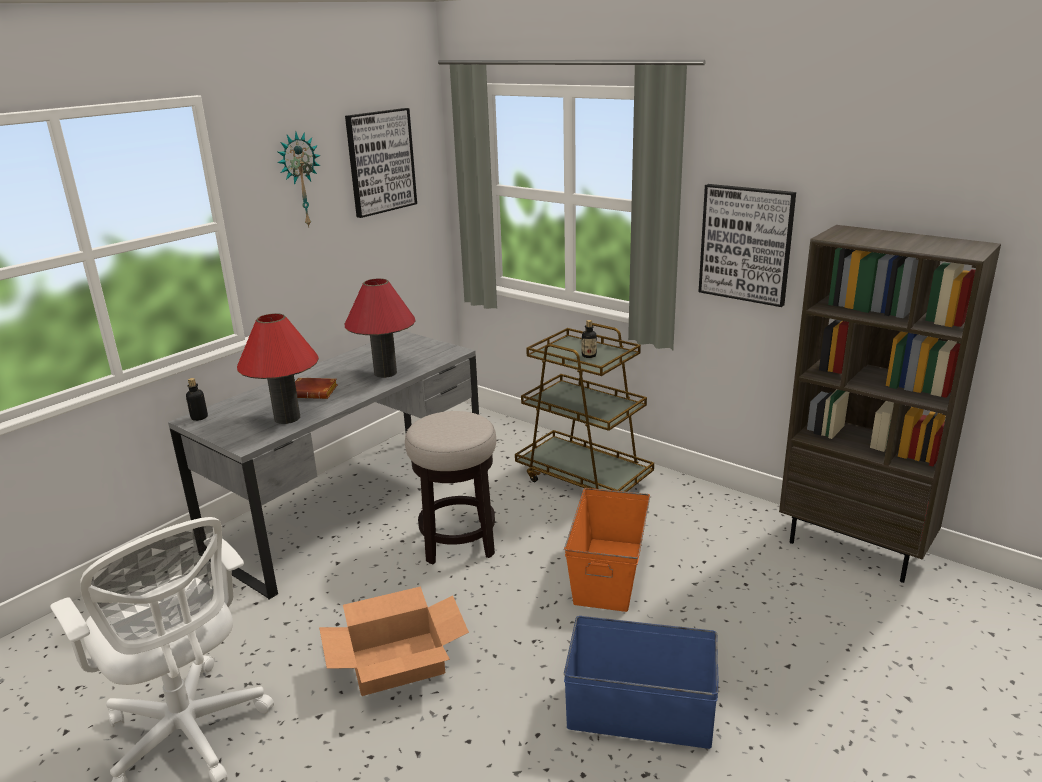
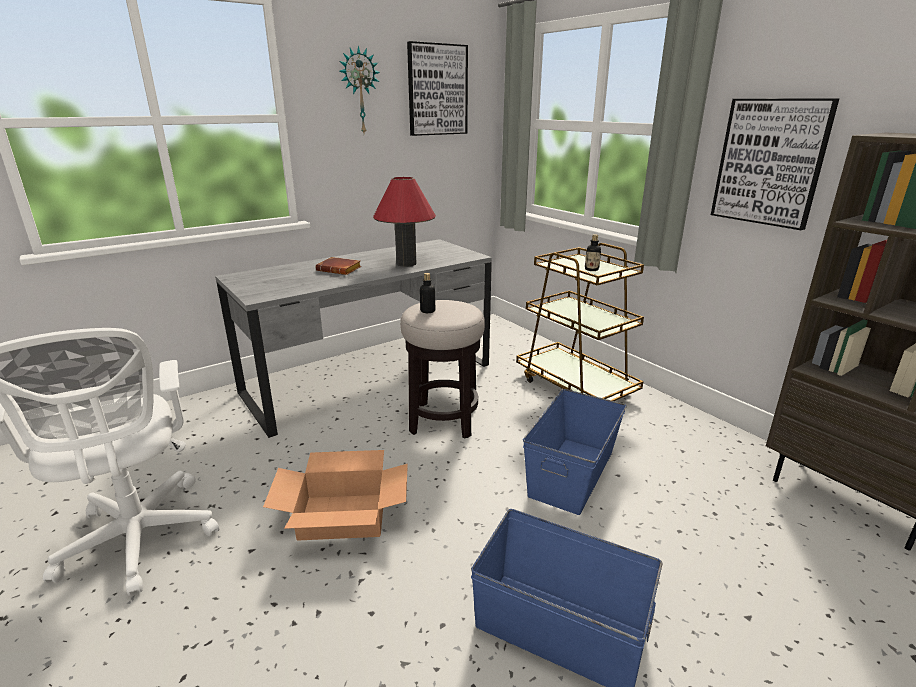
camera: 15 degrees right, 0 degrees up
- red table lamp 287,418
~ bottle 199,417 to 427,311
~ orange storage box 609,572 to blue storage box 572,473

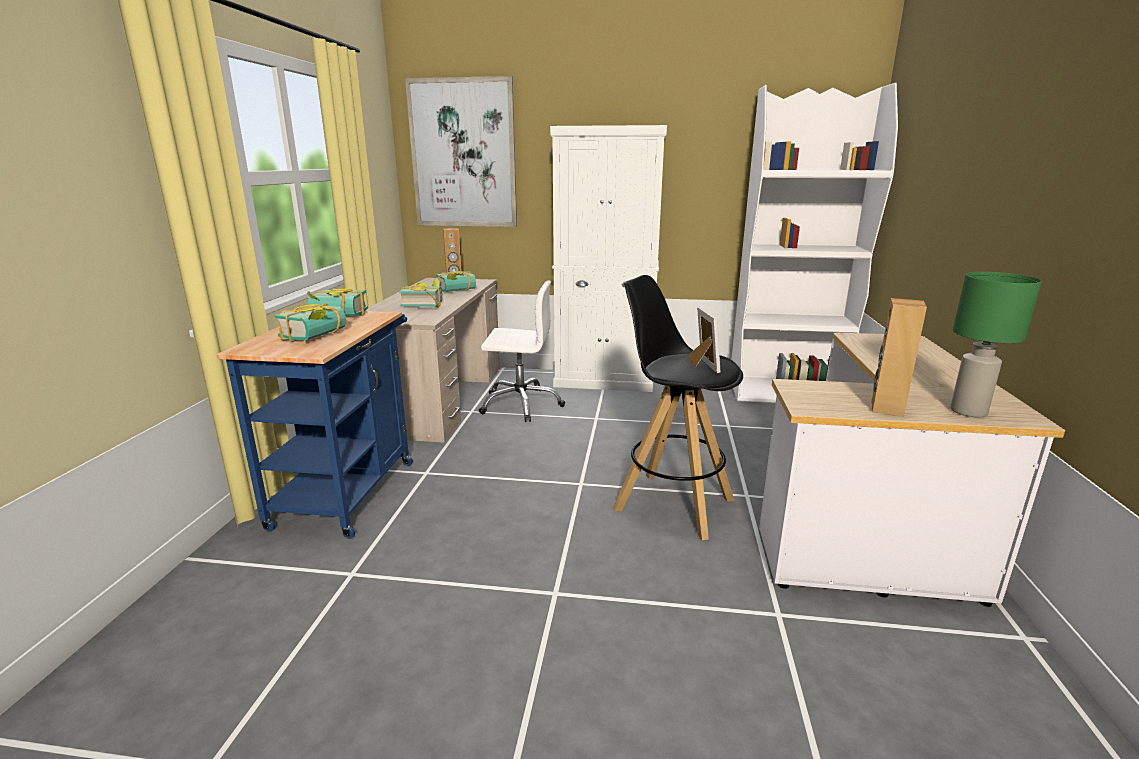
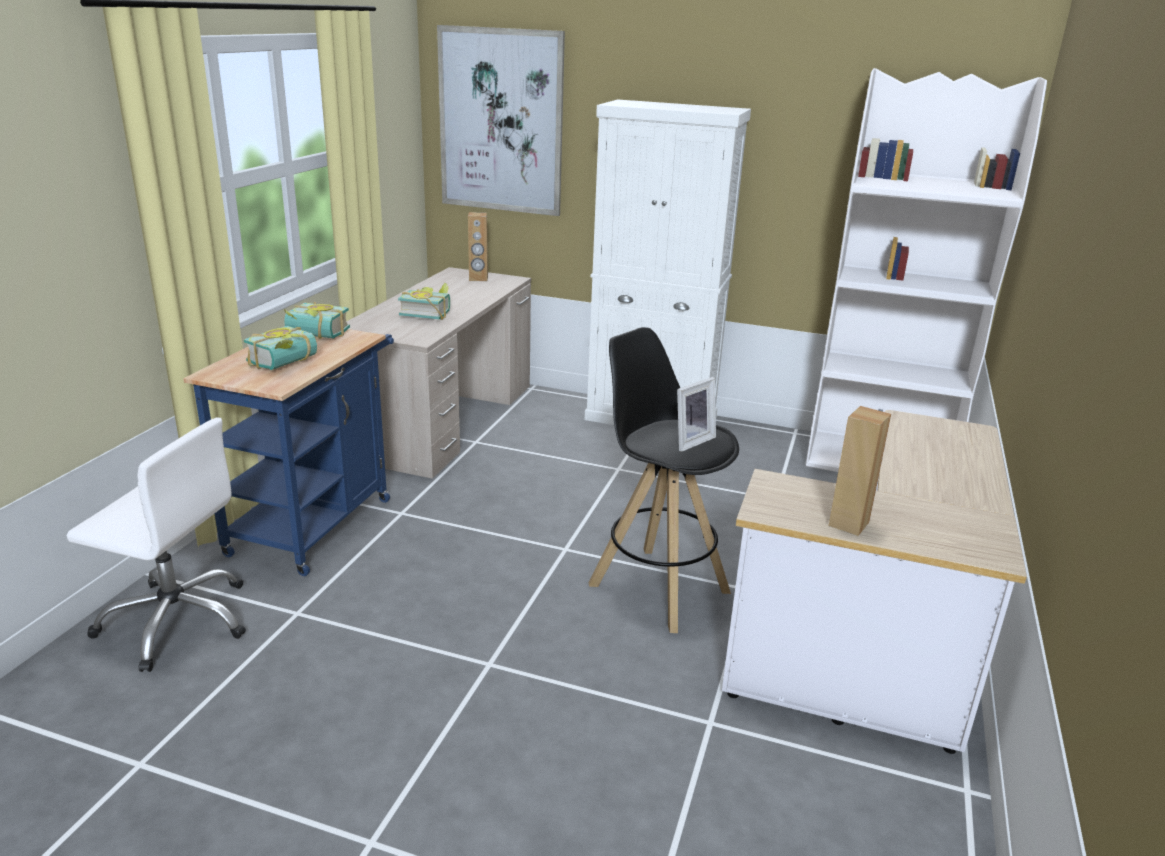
camera: 10 degrees right, 5 degrees up
- book 458,291
- green table lamp 968,411
~ white office chair 521,404 to 176,620
~ picture frame 702,366 = 690,441 45 degrees clockwise

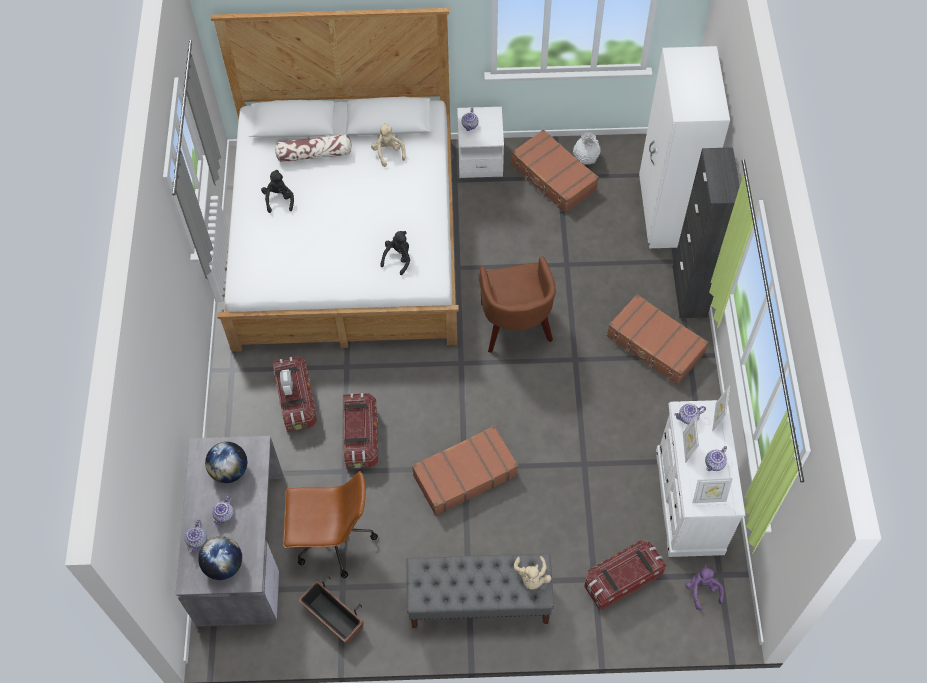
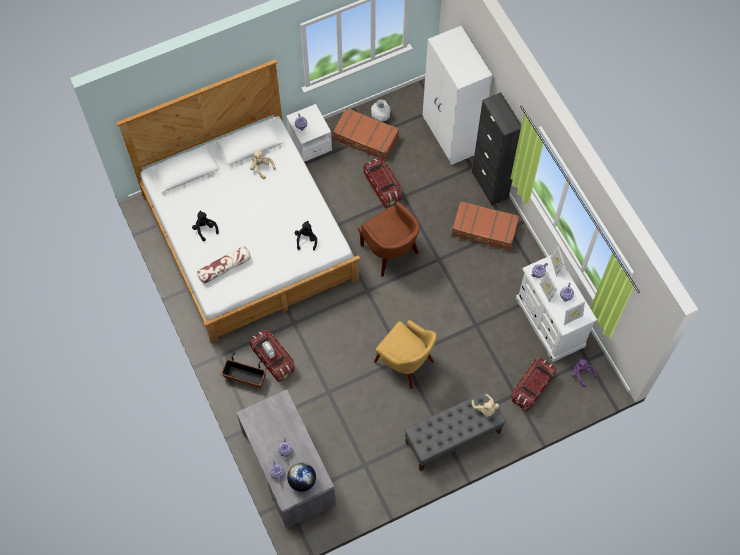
camera: 25 degrees left, 5 degrees up
- globe 230,470
- brown office chair 332,540
~ pillow 314,154 to 224,267
~ planter 334,617 to 245,377
~ storage box 361,437 to 383,187
~ brown suitcase 464,475 to yellow armchair 405,362

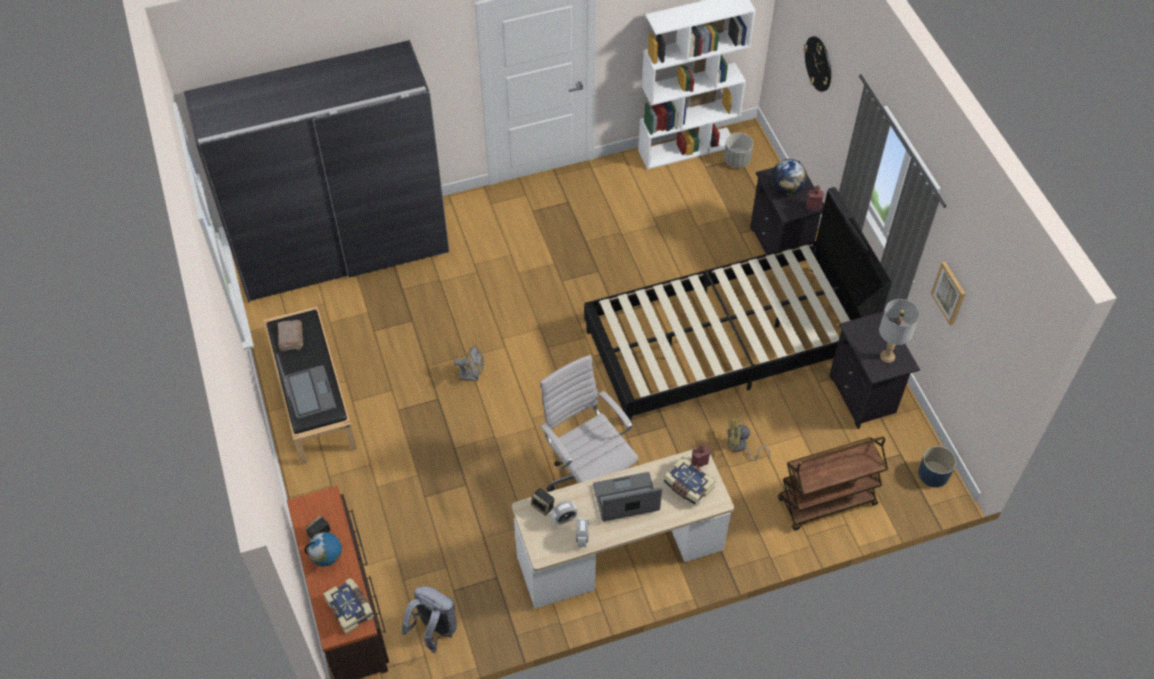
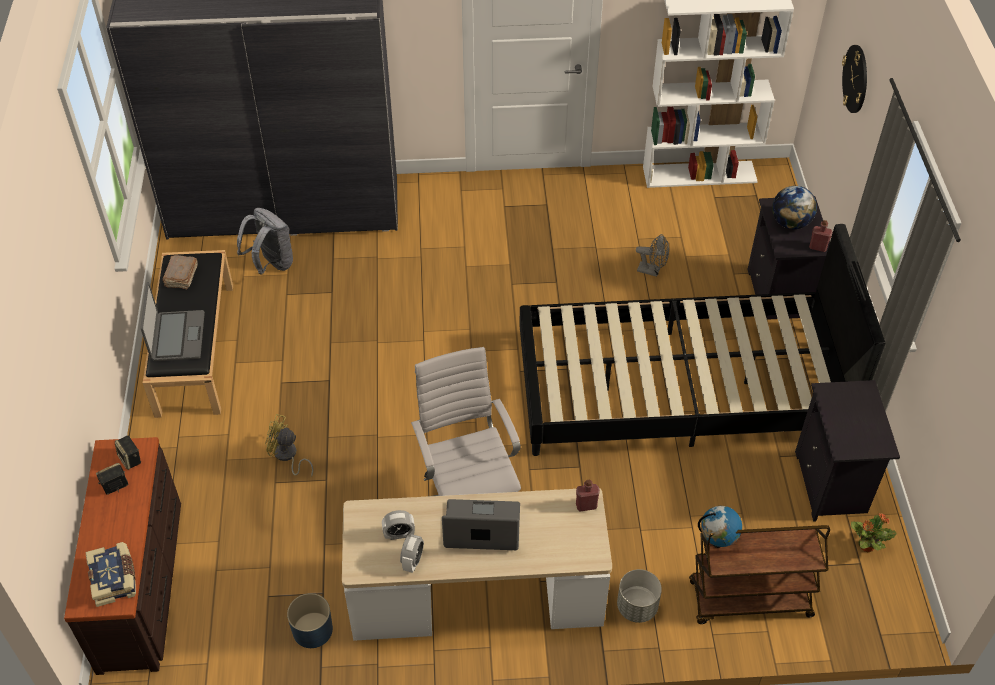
camera: 15 degrees right, 5 degrees down
- book 687,486
- grey table lamp 887,356
- picture 949,293
+ potted plant 866,546
~ globe 328,560 to 717,542
~ grey backpack 434,630 to 271,264
~ grey fan 472,376 to 652,271
~ speaker 543,506 to 131,459
~ grey planter 736,160 to 636,607
~ yellow fan 740,447 to 287,456
~ blue planter 933,474 to 313,630

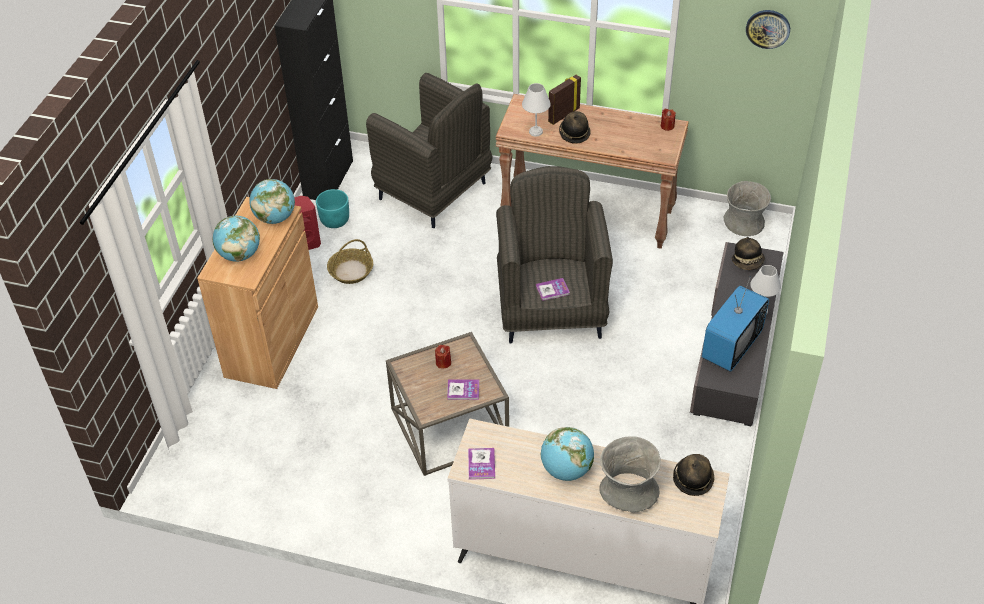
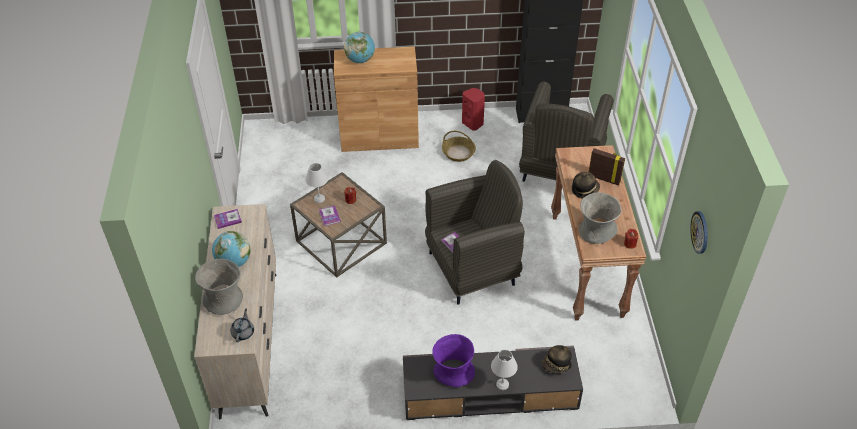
camera: 70 degrees right, 0 degrees up
- globe 275,218
- turquoise planter 335,220
~ white table lamp 536,131 to 319,199
~ grey vase 743,223 to 596,231
~ hat 693,479 to grey teapot 243,332
~ television 731,346 to purple vase 453,371

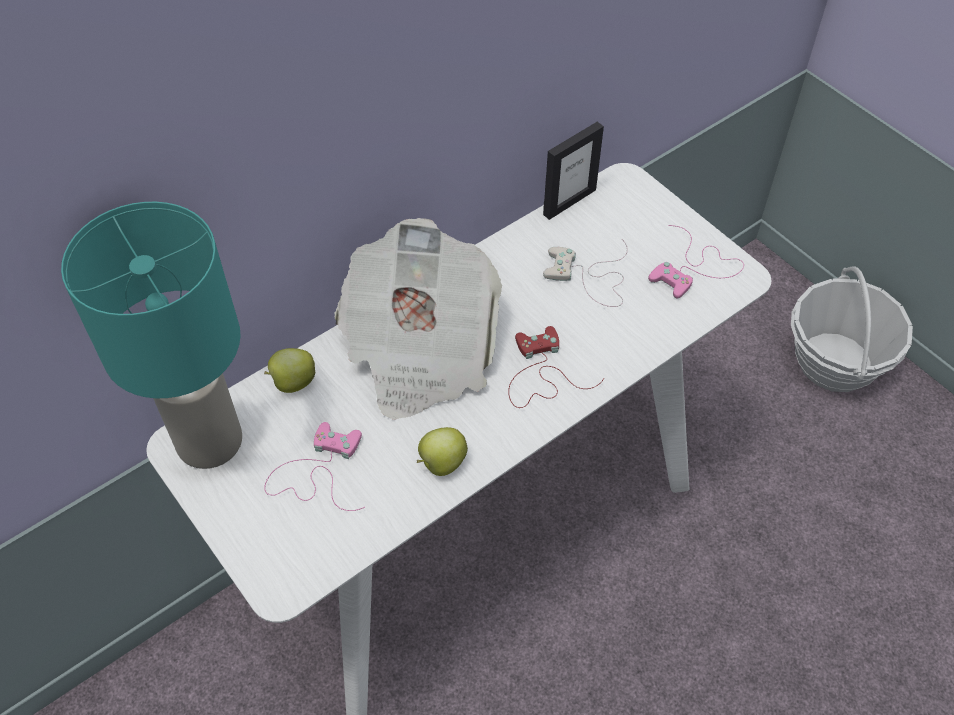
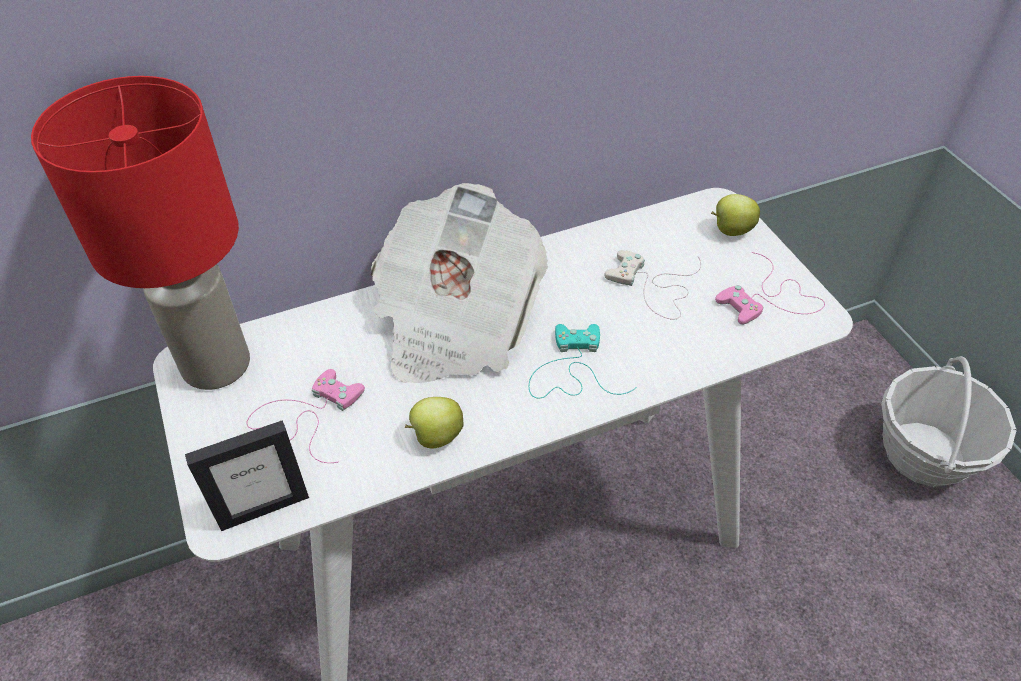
camera: 15 degrees right, 5 degrees down
~ apple 293,382 to 730,230
~ picture frame 569,202 to 264,508
~ turquoise table lamp 210,440 to red table lamp 217,363
~ red game controller 541,373 to turquoise game controller 571,369

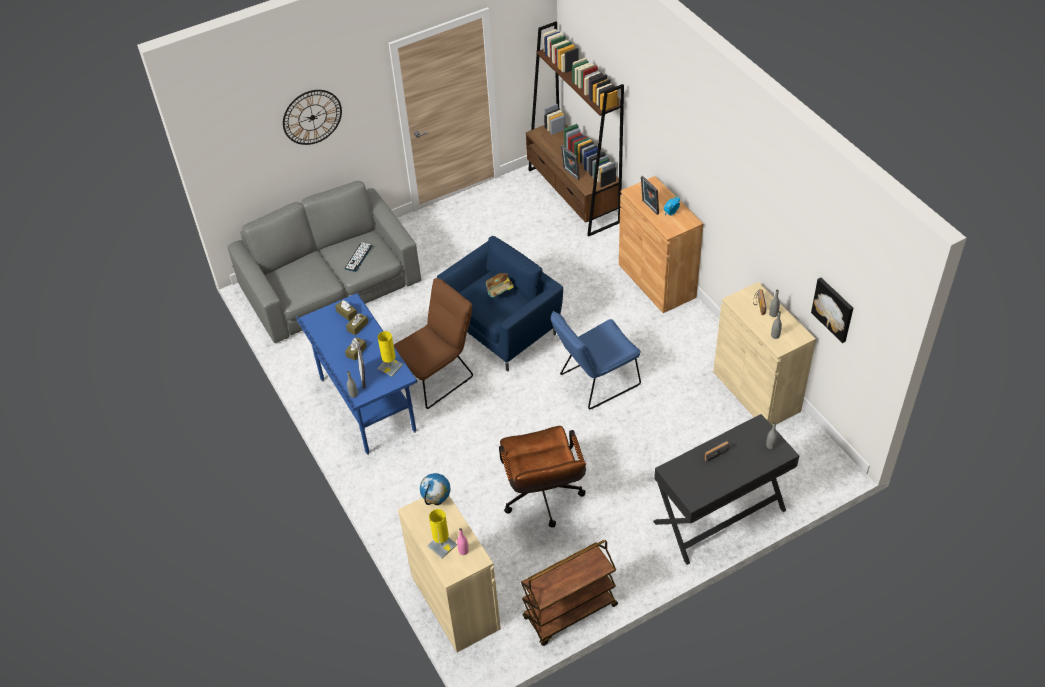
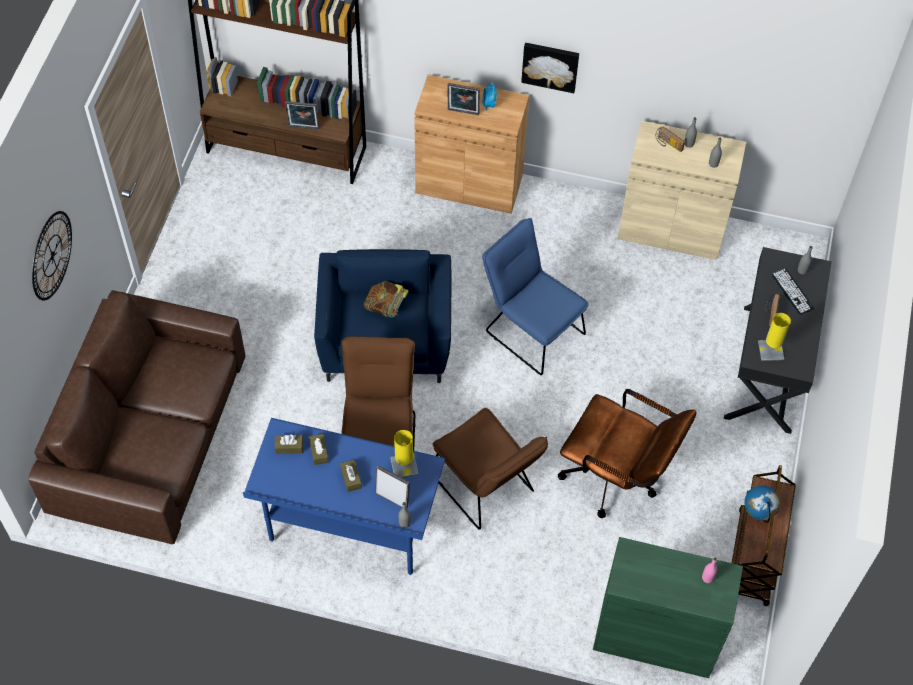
camera: 50 degrees left, 10 degrees up
+ brown chair 486,488
~ keyboard 358,257 to 792,292
~ globe 437,501 to 757,514
~ yellow table lamp 442,545 to 770,350
~ picture 833,309 to 550,66
~ grey sofa 331,285 to brown sofa 150,434
~ beige cabinet 455,602 to green cabinet 655,637
~ blue chair 595,382 = 530,329 120 degrees clockwise

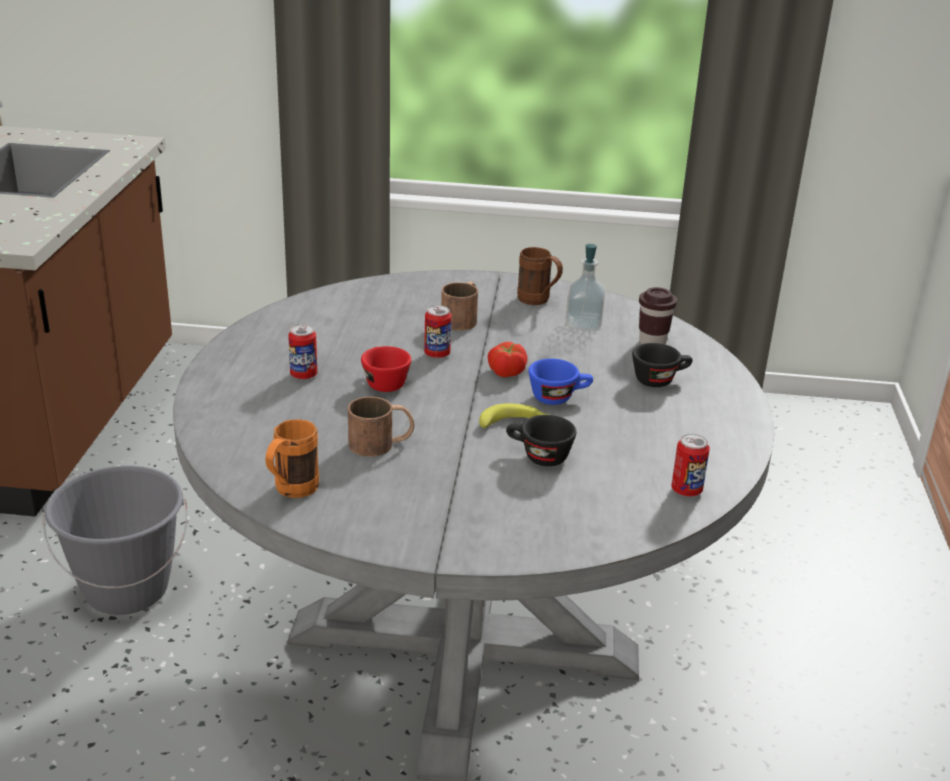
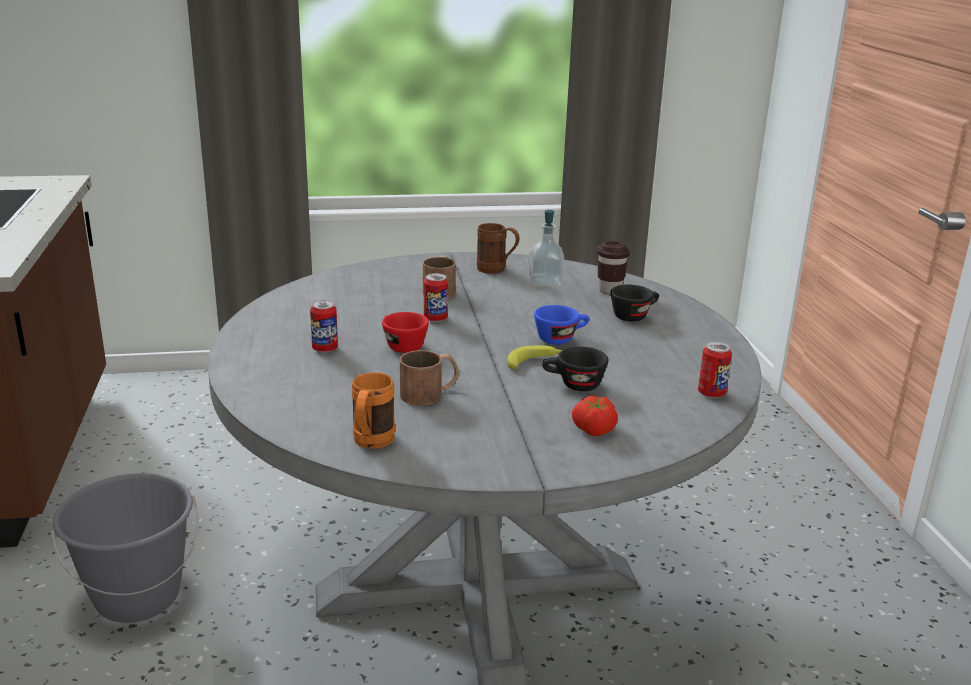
camera: 15 degrees left, 5 degrees down
~ tomato 506,372 to 593,429

